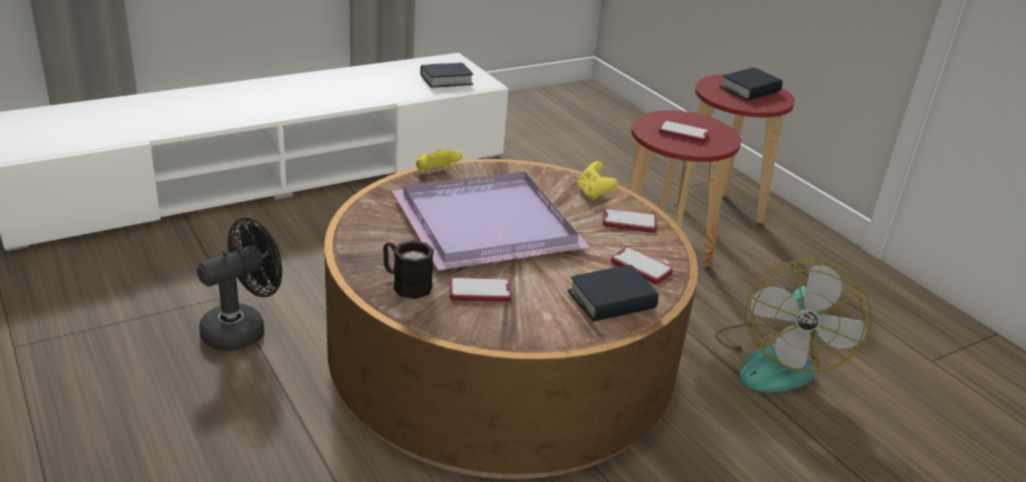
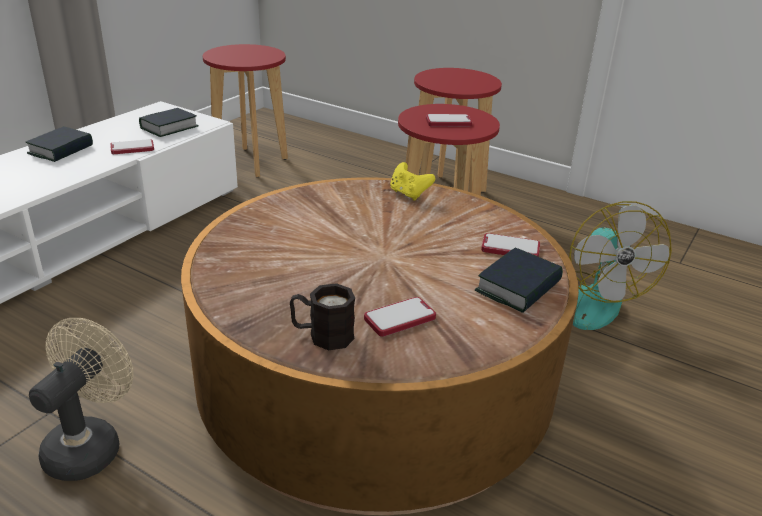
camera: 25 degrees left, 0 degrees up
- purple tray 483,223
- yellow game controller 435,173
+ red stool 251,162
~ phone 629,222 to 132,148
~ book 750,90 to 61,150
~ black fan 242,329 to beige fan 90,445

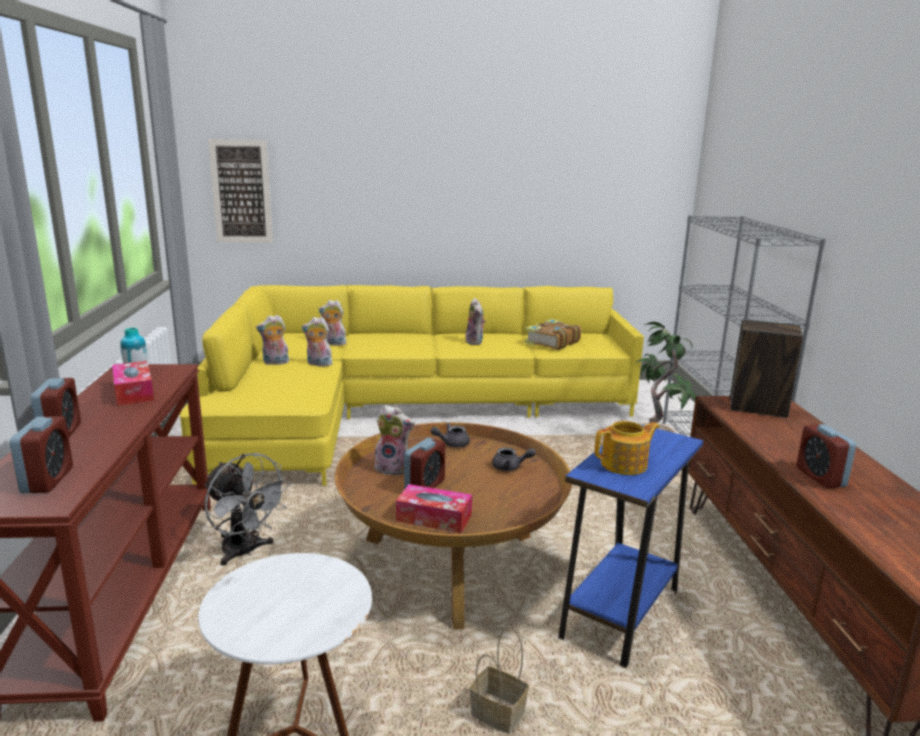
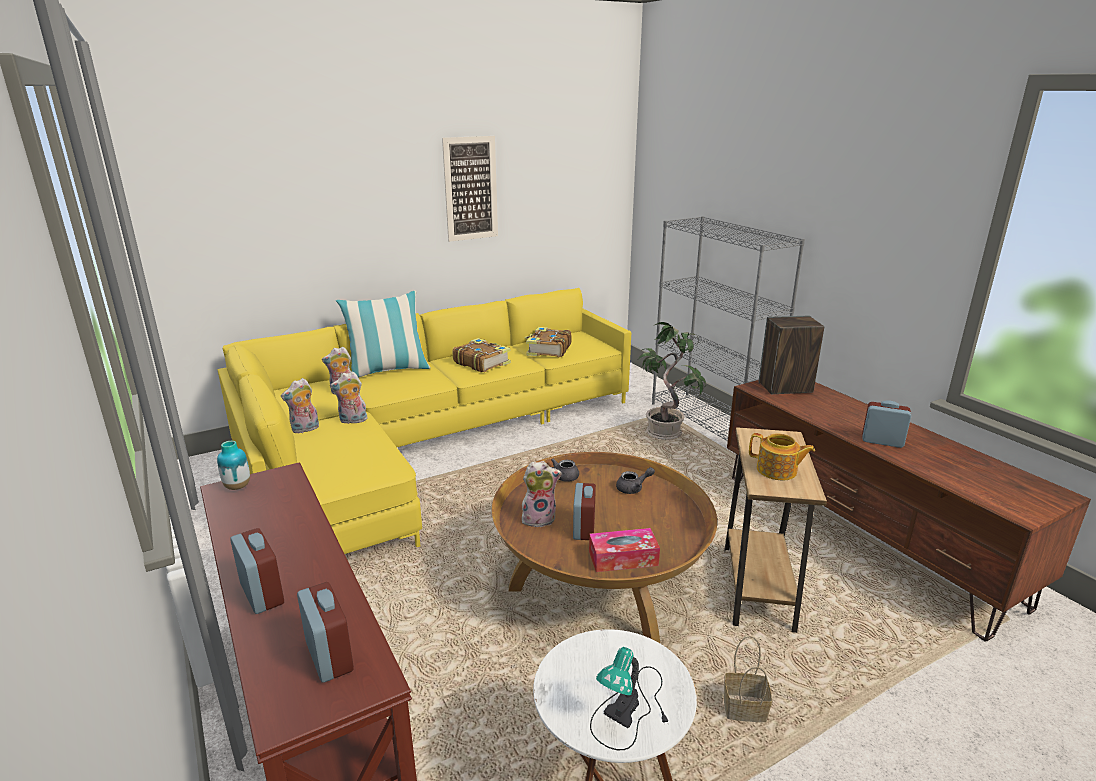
camera: 25 degrees left, 5 degrees up
- tissue box 134,392
- grey fan 245,552
+ pillow 388,370
+ table lamp 631,709
~ picture 241,192 to 470,189
~ plush toy 475,342 to book 481,362
~ blue side table 620,614 to brown side table 757,588
~ teapot 625,465 = 777,471 75 degrees clockwise
~ alarm clock 820,477 = 882,441 150 degrees clockwise

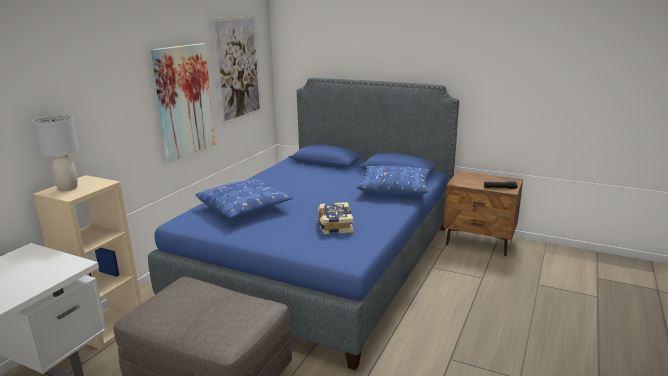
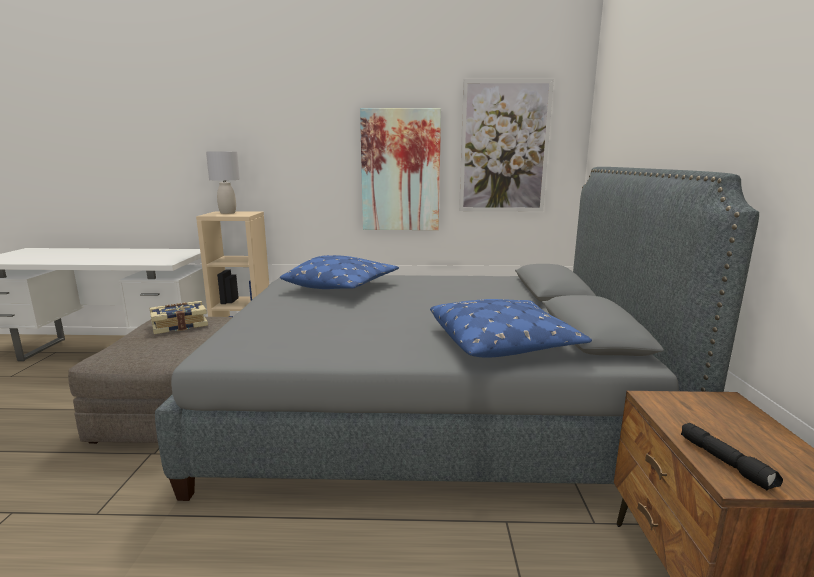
camera: 65 degrees right, 5 degrees down
~ book 334,225 to 179,325
~ blue bed 323,262 to grey bed 429,410

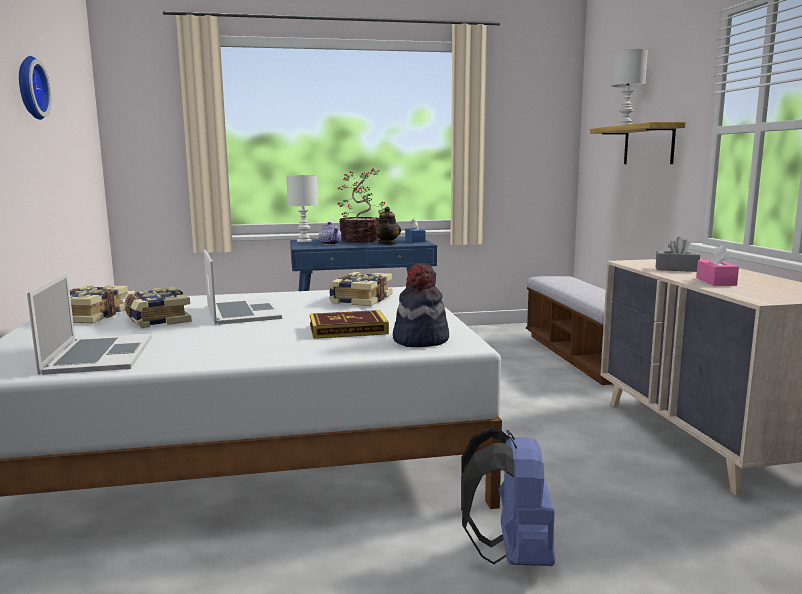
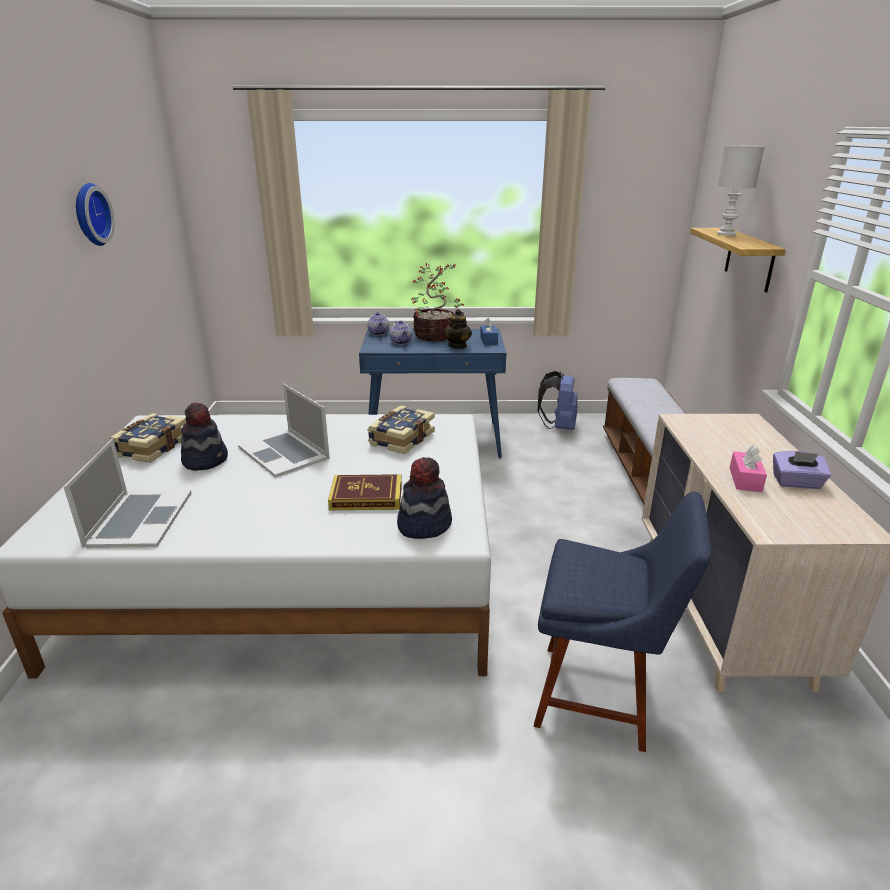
camera: 10 degrees right, 15 degrees up
- grey tissue box 676,269
+ blue chair 600,696
+ purple tissue box 796,483
~ blue backpack 511,555 to 559,427
~ book 156,320 to hat 206,460
~ white table lamp 304,241 to teapot 379,333
~ laptop 242,312 = 284,453 150 degrees clockwise

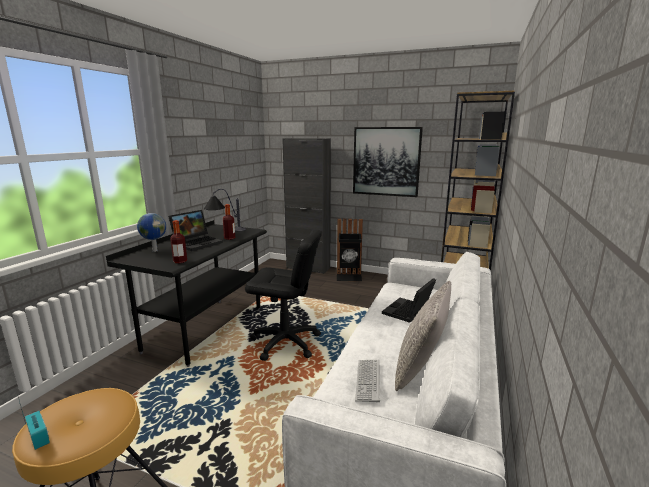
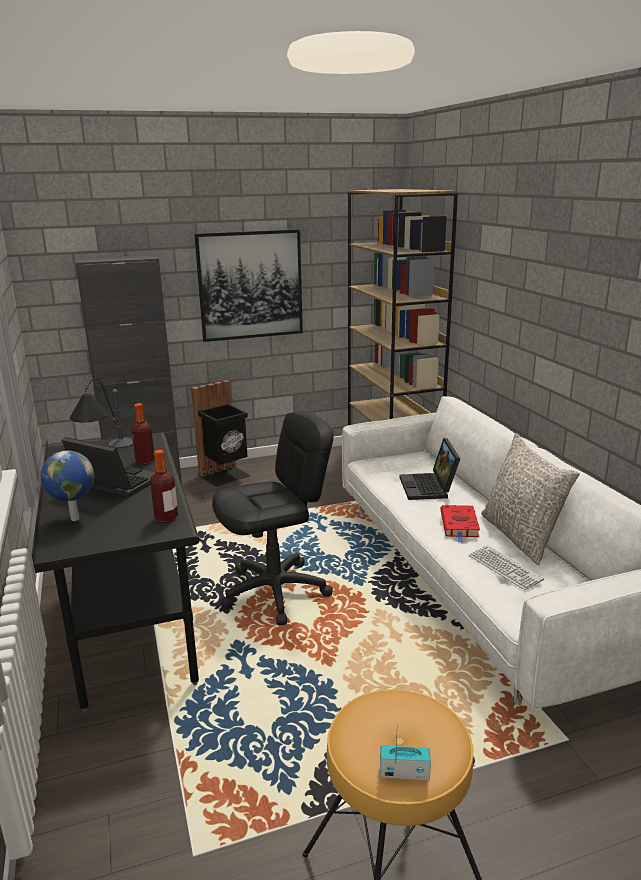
camera: 40 degrees left, 5 degrees up
+ red book 460,525
~ laptop 198,243 = 113,484 60 degrees counterclockwise

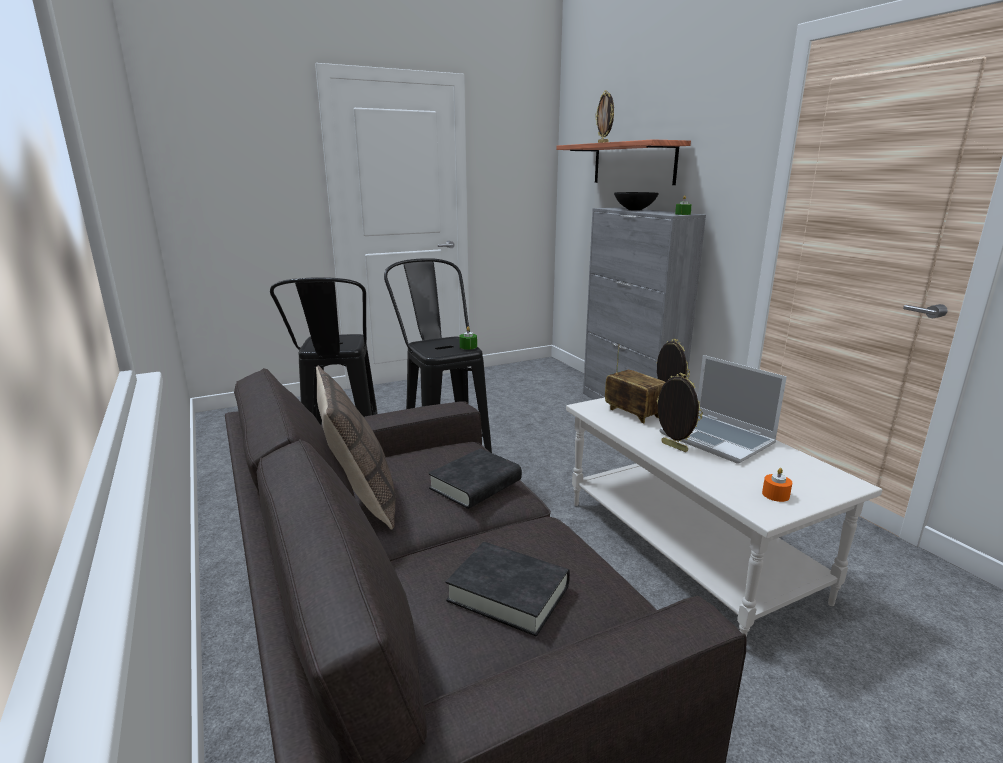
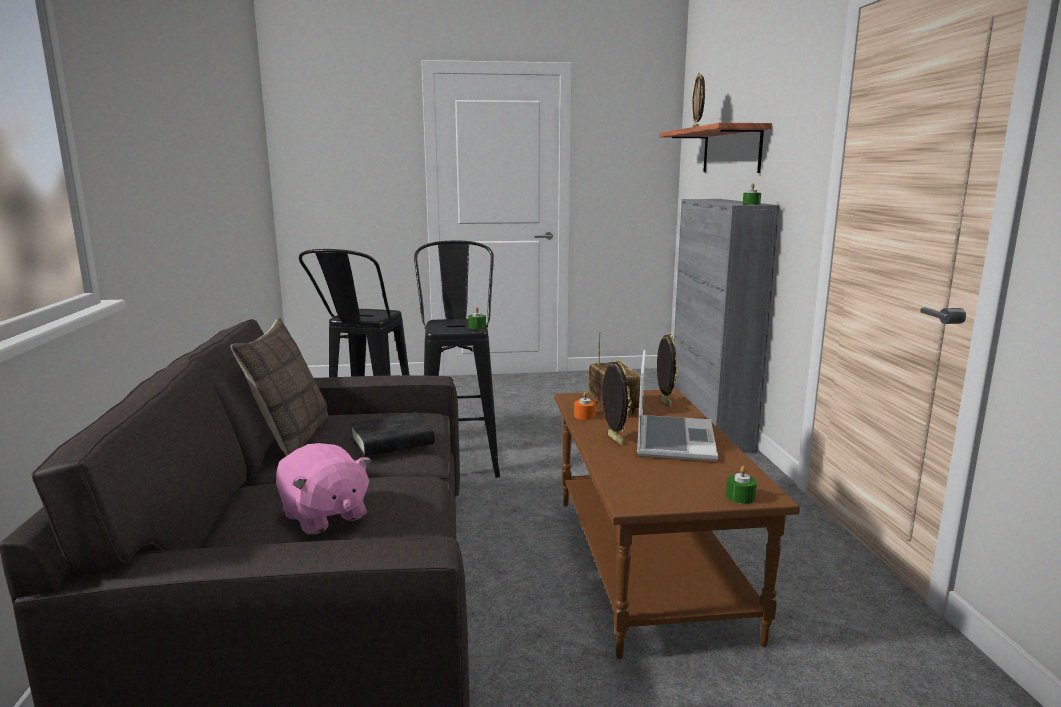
camera: 20 degrees right, 5 degrees down
- black bowl 634,210
+ green candle 740,497
~ orange candle 775,495 to 584,416
~ black book 508,593 to pink plush toy 324,516
~ white coffee table 684,548 to brown coffee table 644,563
~ laptop 718,439 = 673,439 150 degrees counterclockwise

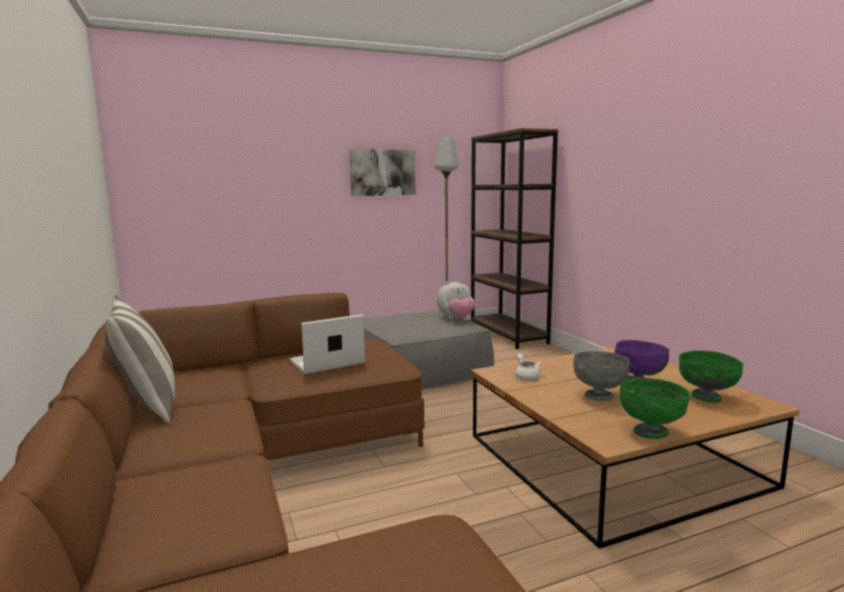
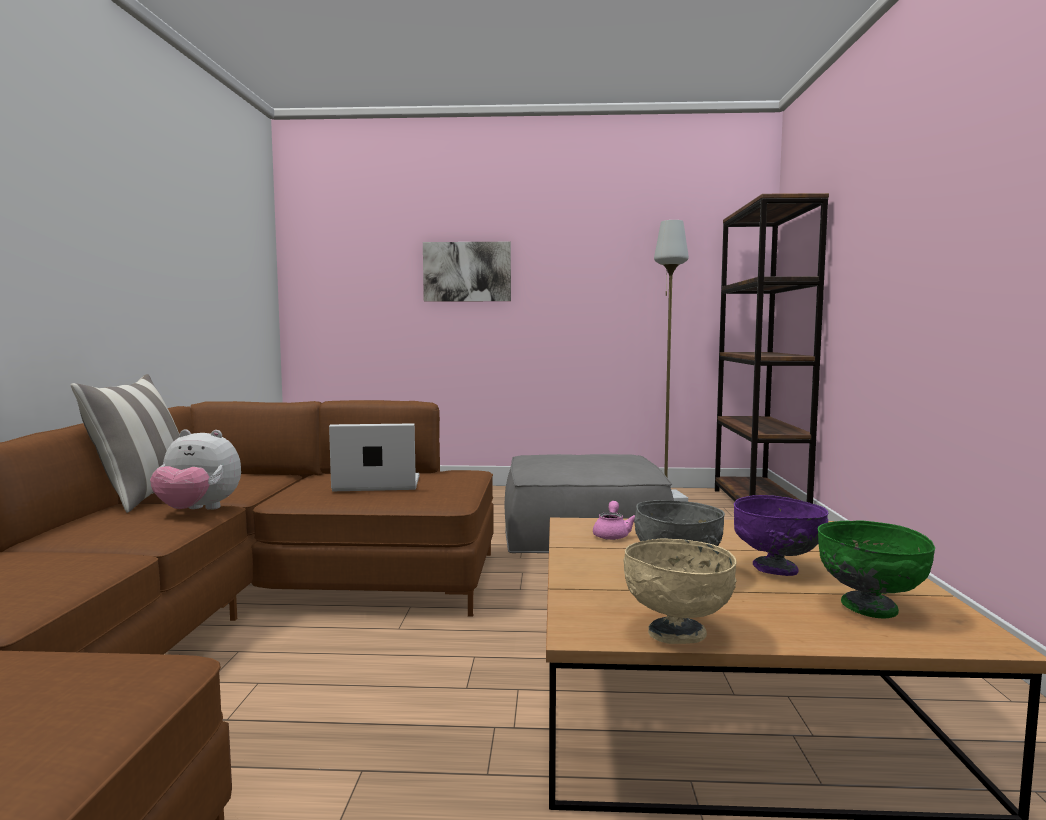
camera: 25 degrees right, 5 degrees down
~ picture 382,172 to 467,272
~ plush toy 456,319 to 198,511
~ white teapot 526,375 to pink teapot 612,534
~ green bowl 650,432 to beige bowl 677,634

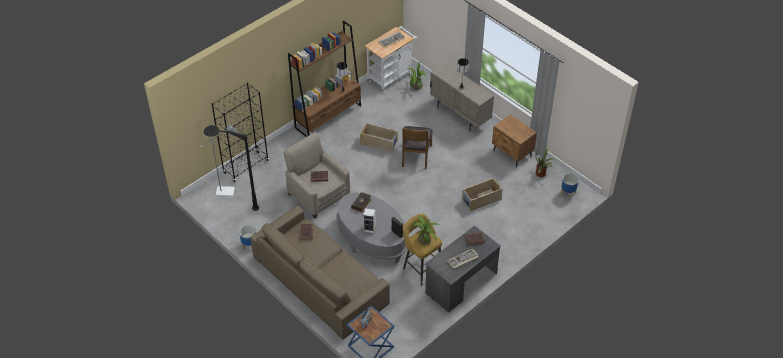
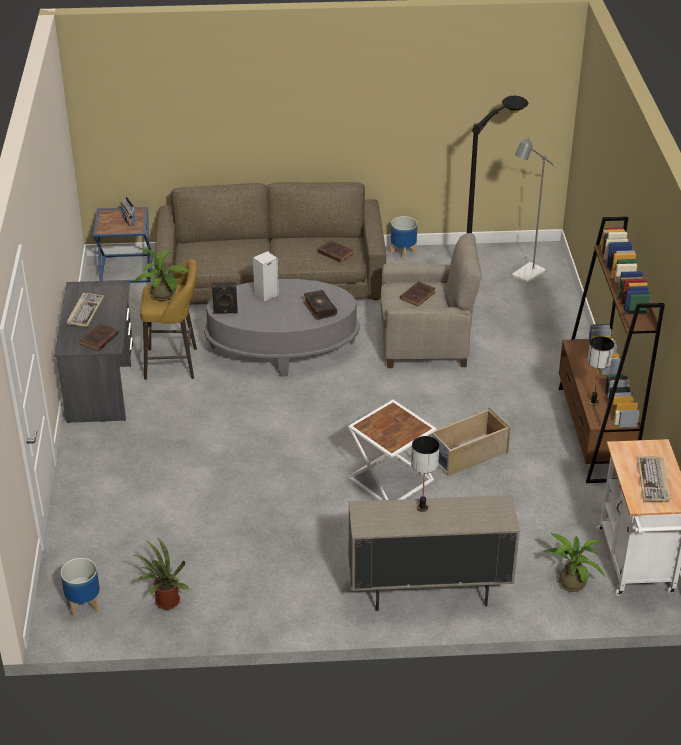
camera: 130 degrees right, 10 degrees down
- black bookcase 246,166
- beige storage box 481,200
- brown nightstand 512,154
~ brown chair 416,156 to white side table 390,478

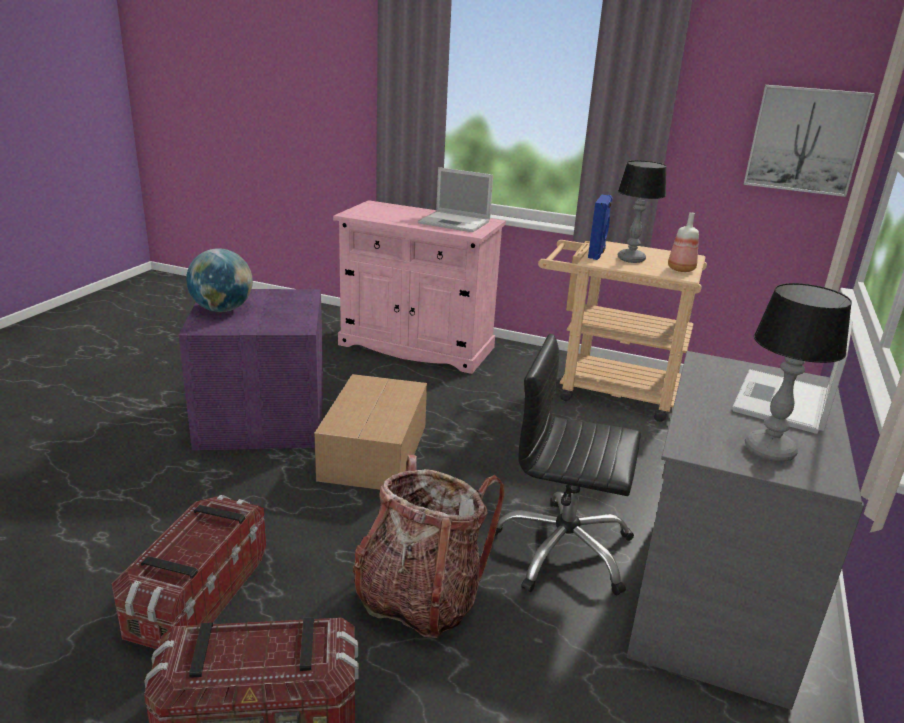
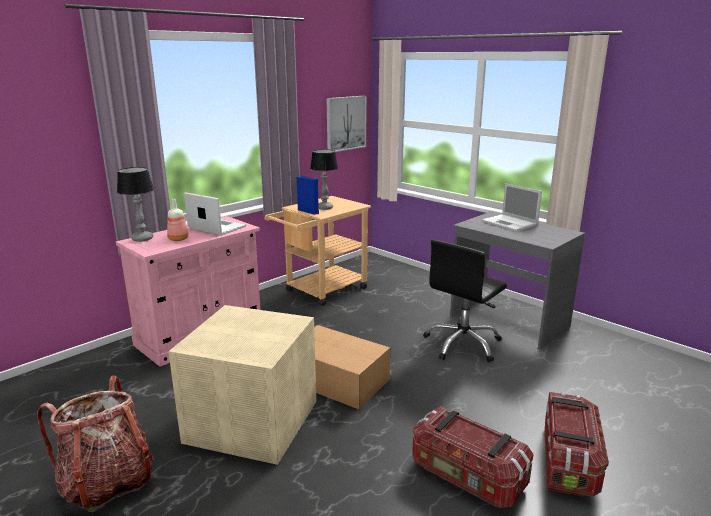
camera: 65 degrees left, 5 degrees down
- globe 222,310
~ backpack 419,597 to 107,482
~ bottle 680,269 to 177,239
~ table lamp 768,450 to 142,239
~ purple storage box 265,416 to beige storage box 251,420
~ laptop 455,222 = 216,227 105 degrees counterclockwise

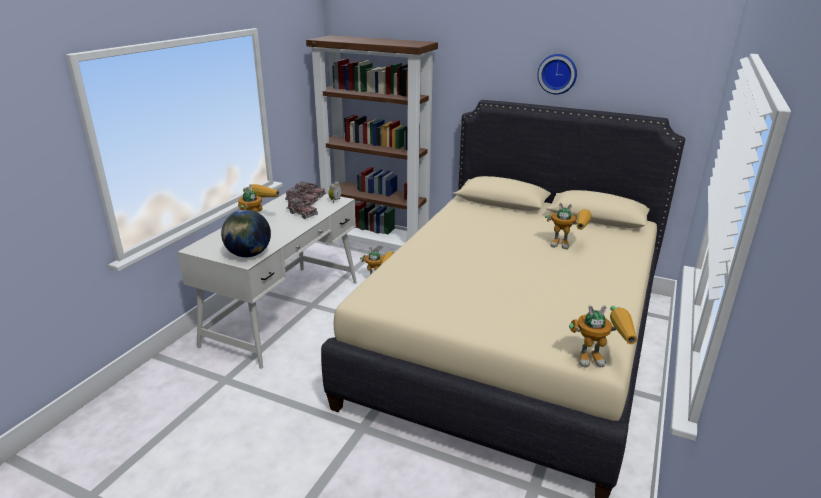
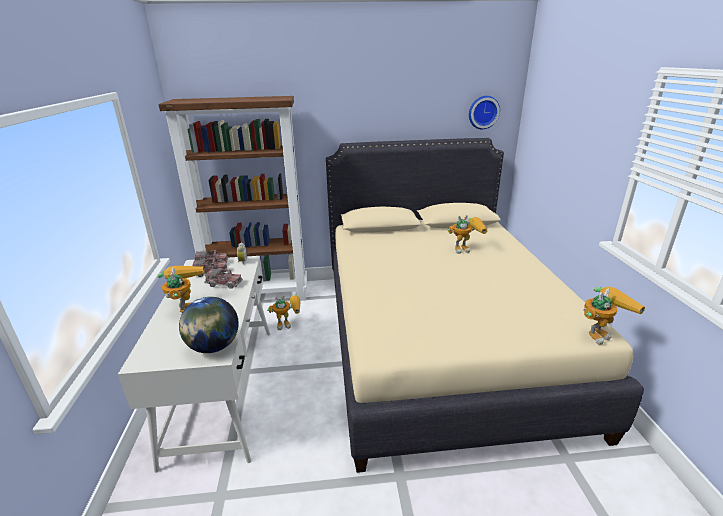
camera: 30 degrees left, 0 degrees up
~ wall clock 557,73 to 483,112

